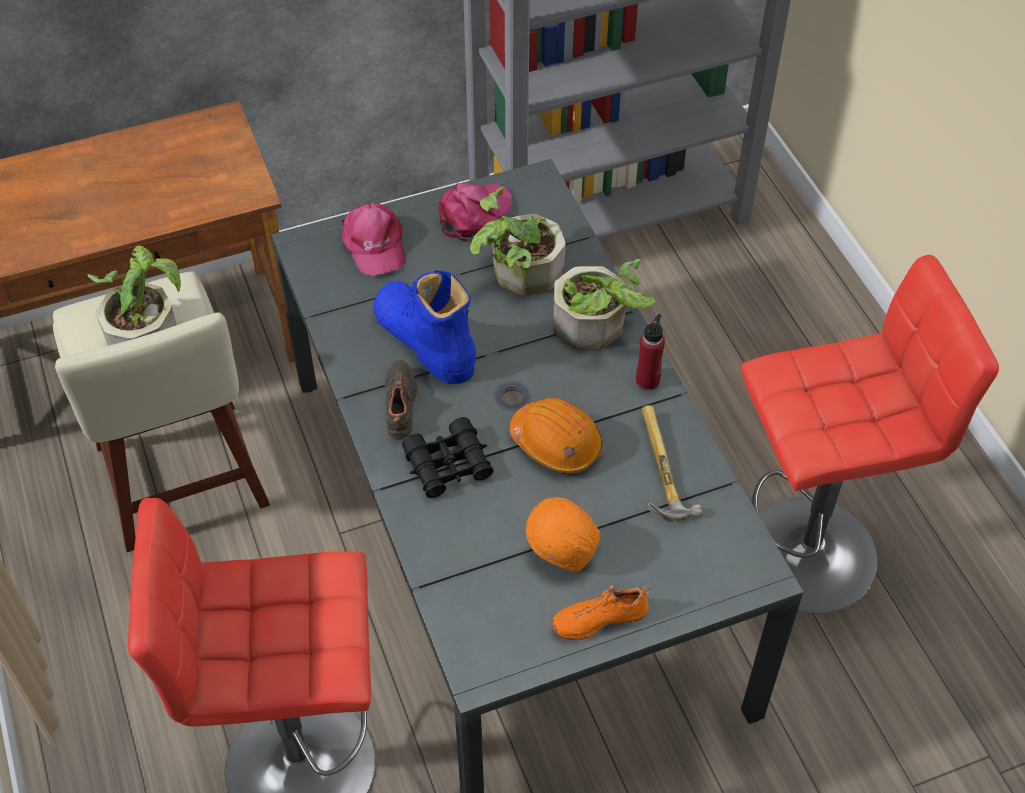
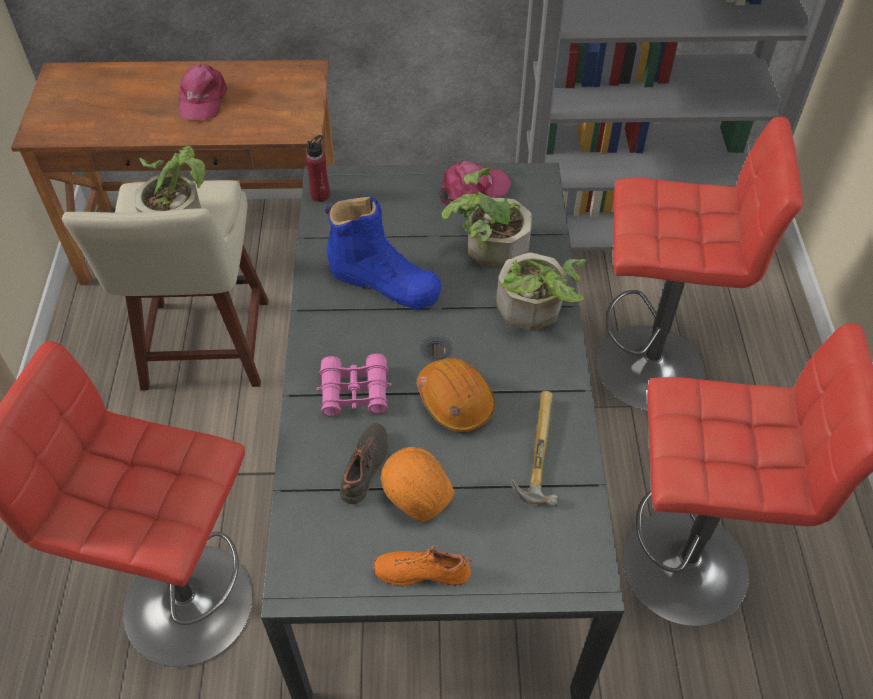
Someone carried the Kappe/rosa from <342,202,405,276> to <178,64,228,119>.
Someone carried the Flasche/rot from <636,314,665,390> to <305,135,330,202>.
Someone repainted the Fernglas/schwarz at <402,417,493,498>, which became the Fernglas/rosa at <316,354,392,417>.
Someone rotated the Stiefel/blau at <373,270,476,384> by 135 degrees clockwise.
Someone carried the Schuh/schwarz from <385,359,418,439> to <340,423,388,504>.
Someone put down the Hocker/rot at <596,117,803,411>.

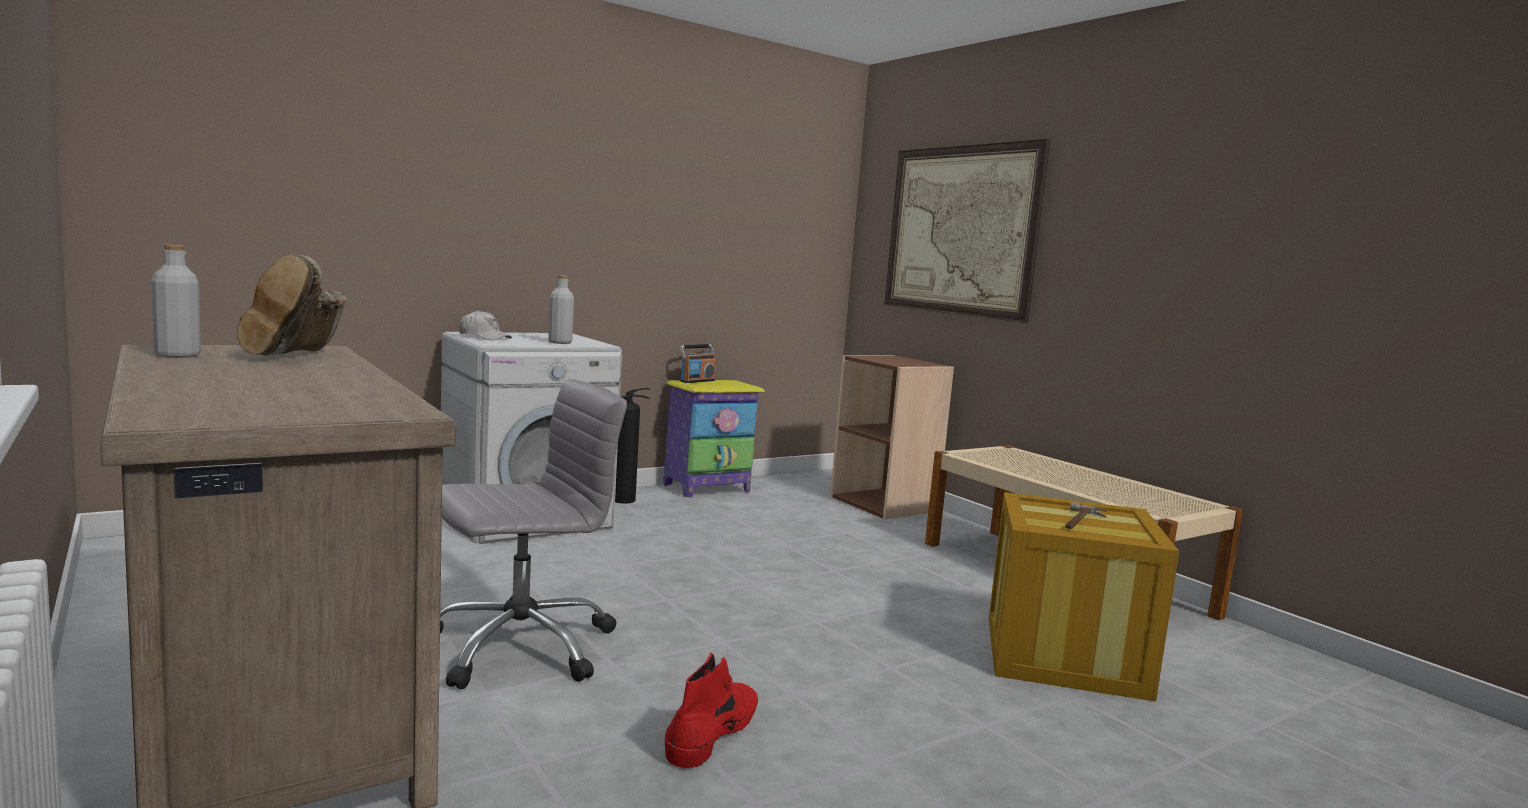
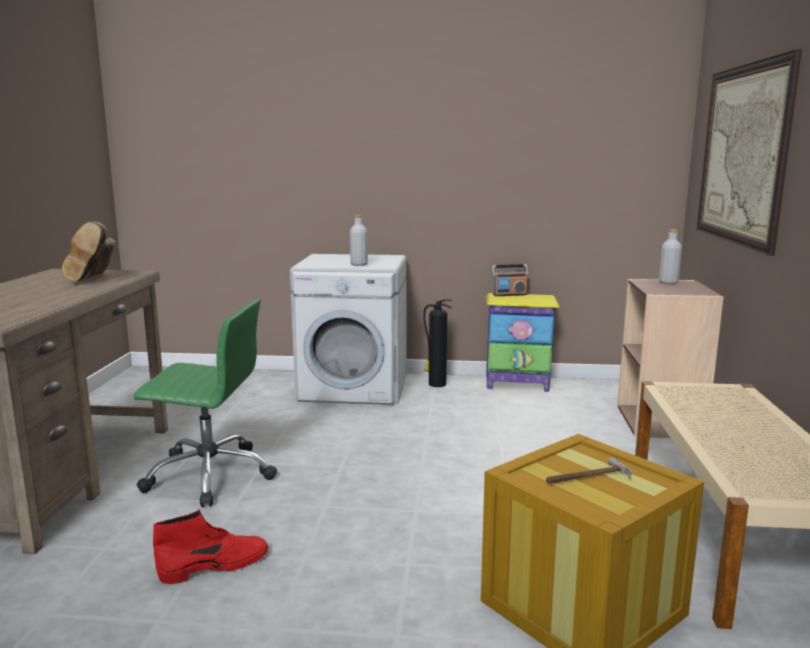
Someone rotated the Stiefel/braun at <237,254,347,355> by 45 degrees counterclockwise.
Someone repainted the Bürostuhl/grau at <440,379,627,689>, which became the Bürostuhl/grün at <134,299,277,507>.
Someone carried the Flasche/grau from <151,245,201,358> to <659,230,682,284>.
Someone took away the Kappe/weiß at <459,310,512,340>.

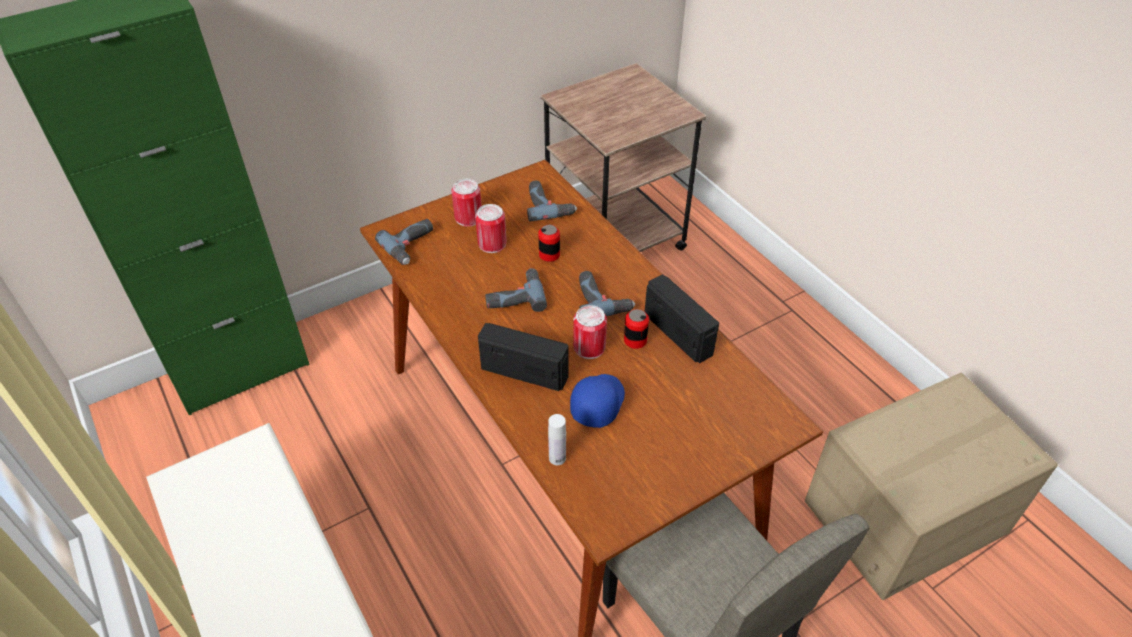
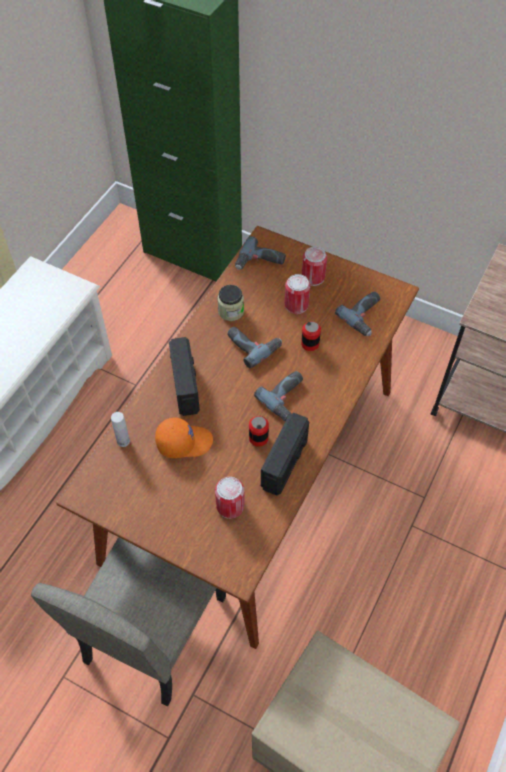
Someone repainted the Kappe/blau at <570,374,625,428>, which became the Kappe/orange at <155,418,213,458>.
Someone carried the Dose from <573,305,607,359> to <215,477,245,519>.
Someone put down the Vorratsglas at <217,285,244,321>.

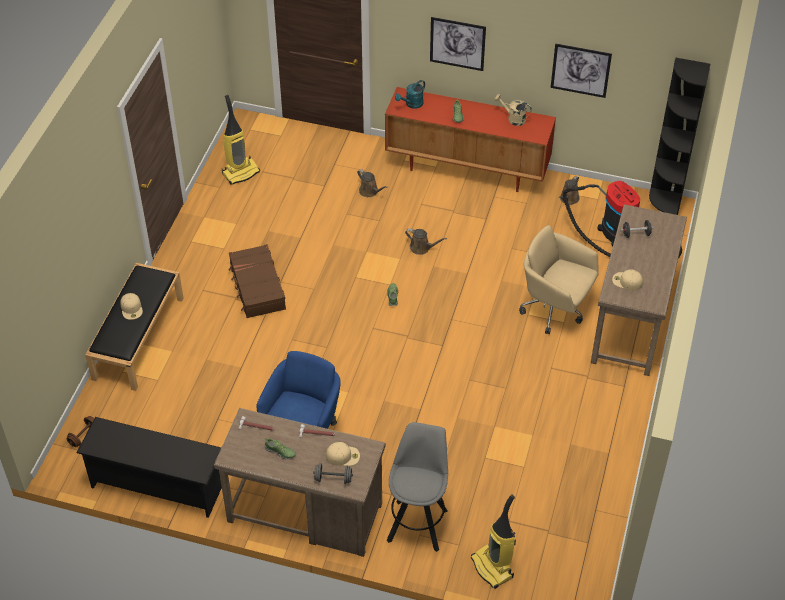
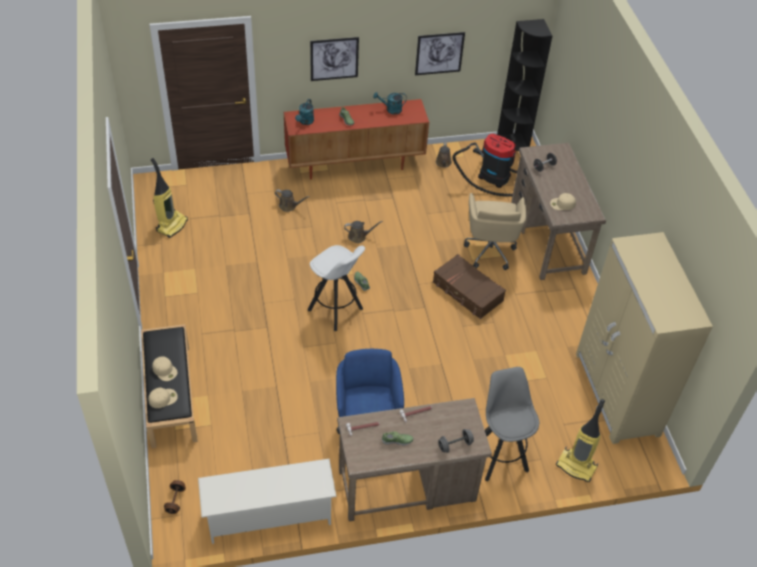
Someone carried the Kappe/beige from <326,442,360,466> to <148,387,178,408>.
Someone repainted the Schuhregal/schwarz at <76,417,222,518>, which became the Schuhregal/weiß at <198,459,337,544>.
Someone put down the Hocker/weiß at <308,245,365,331>.
Someone repainted the Gießkanne/beige at <494,94,532,126>, which became the Gießkanne/türkis at <373,92,407,114>.
Someone carried the Koffer/braun from <228,244,286,318> to <433,254,506,319>.
Someone rotated the Bürostuhl/beige at <519,225,599,334> by 90 degrees counterclockwise.
Someone put down the Schrank/beige at <576,232,713,444>.

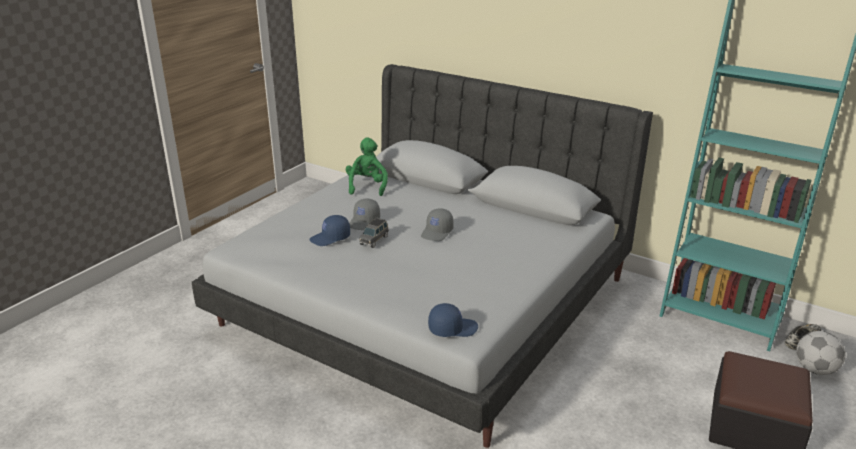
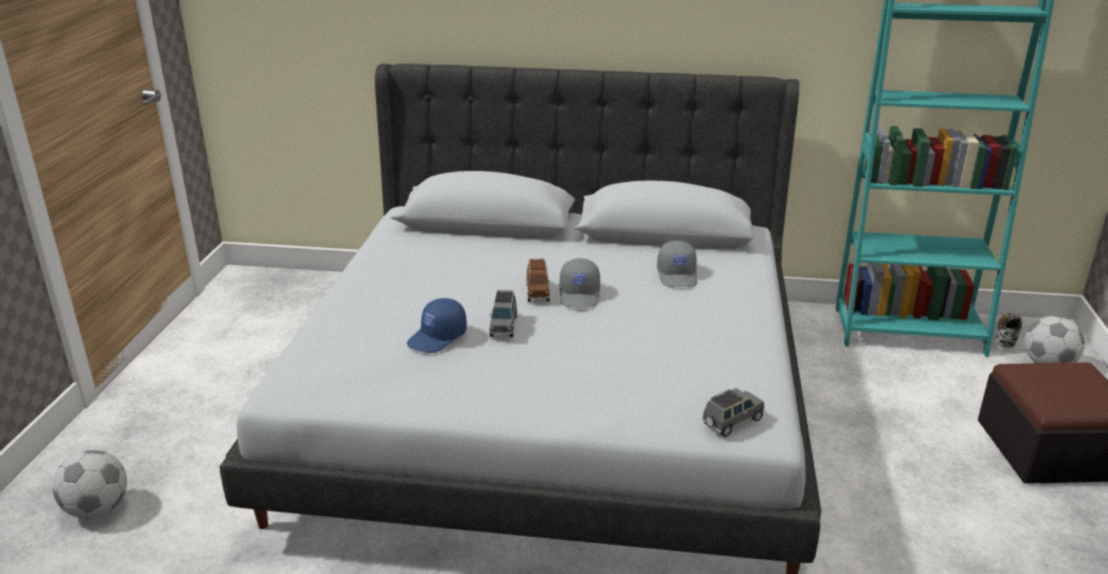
Someone put down the Fußball at <53,450,127,518>.
Someone put down the Spielzeugauto/braun at <526,259,550,302>.
Someone carried the Kappe/grau from <349,199,380,230> to <657,241,697,287>.
Someone swapped the Kappe/blau at <428,303,478,337> for the Spielzeugauto/grau at <703,388,764,437>.
Someone took away the Plüschtier/grün at <346,138,388,196>.

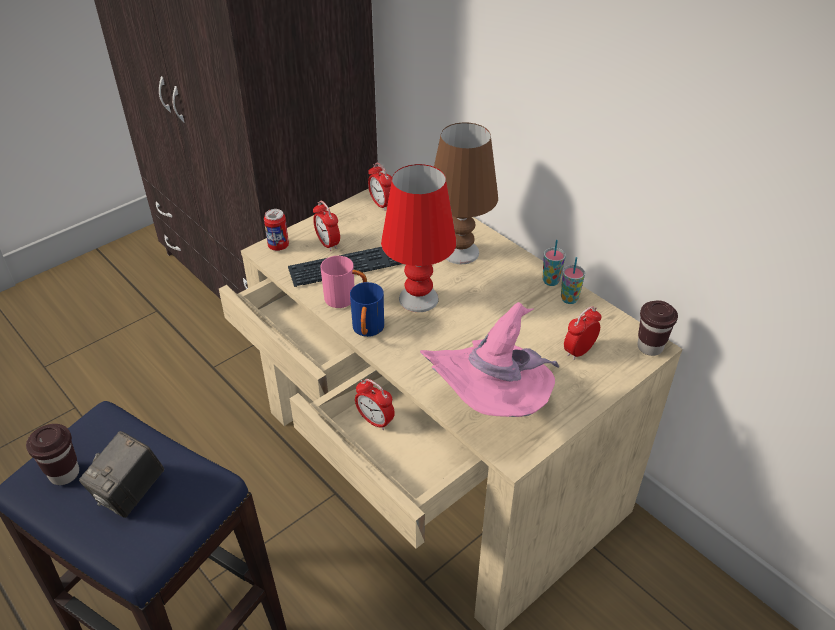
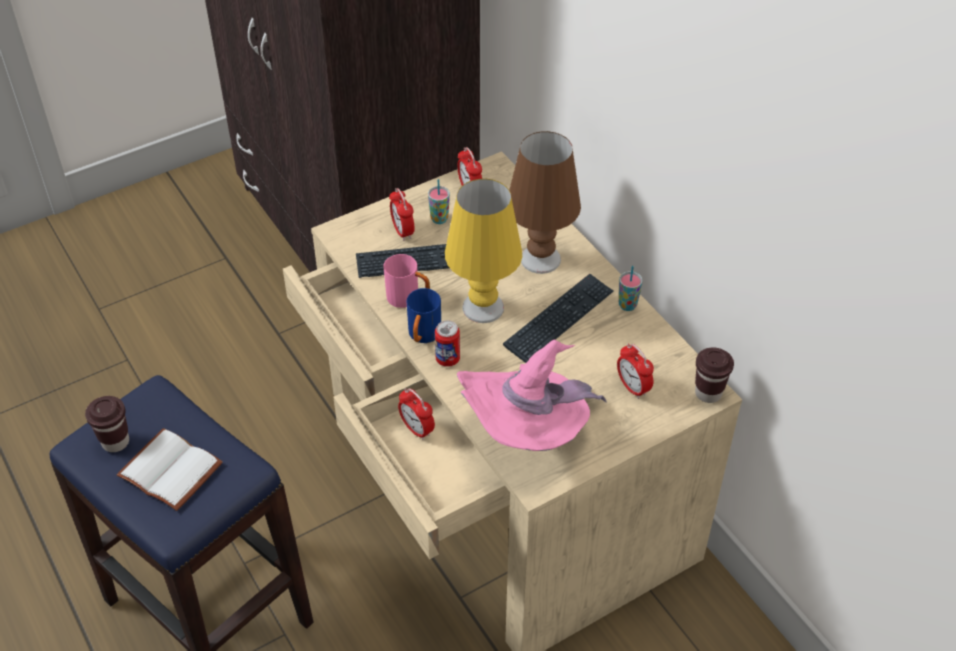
Someone swapped the Kamera at <79,431,164,518> for the Buch/weiß at <117,428,223,511>.
Someone carried the Tasse from <561,257,585,304> to <428,179,450,224>.
Someone carried the Dose from <264,209,289,251> to <435,321,460,367>.
Someone repainted the Tischlampe/rot at <381,164,456,312>, which became the Tischlampe/gelb at <445,179,522,323>.
Someone put down the Tastatur at <503,274,614,363>.
Someone rotated the Wecker at <564,306,601,360> by 90 degrees counterclockwise.

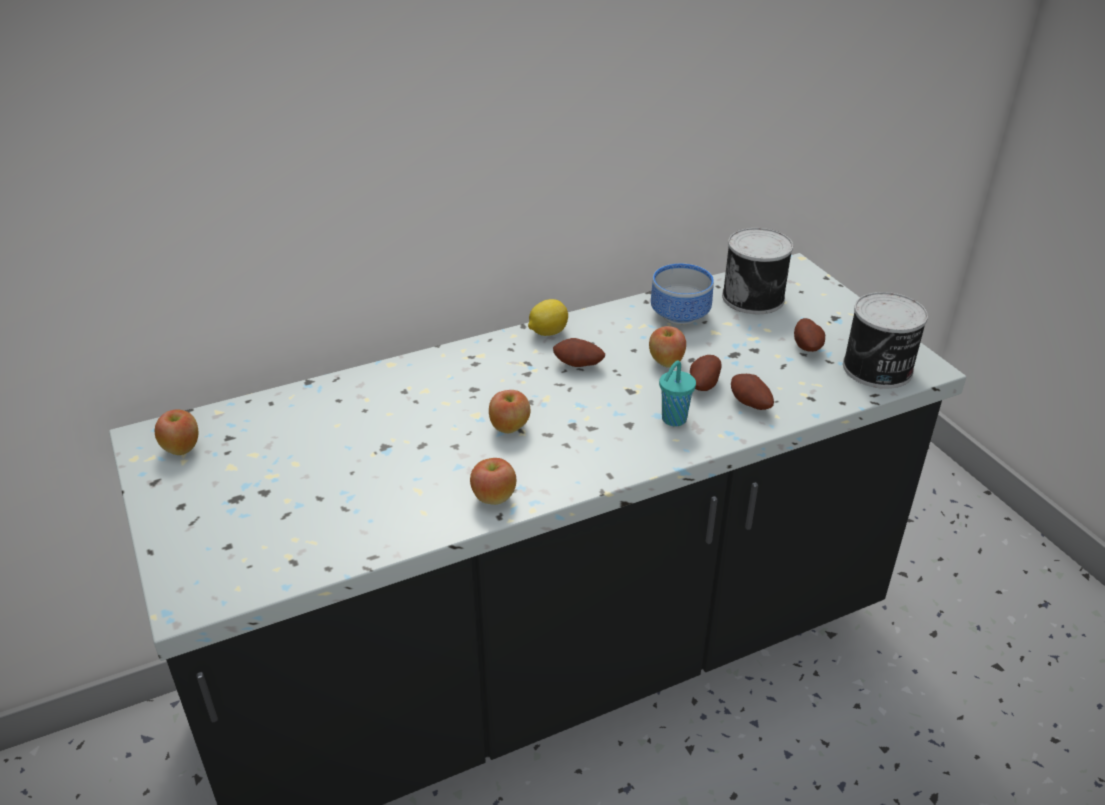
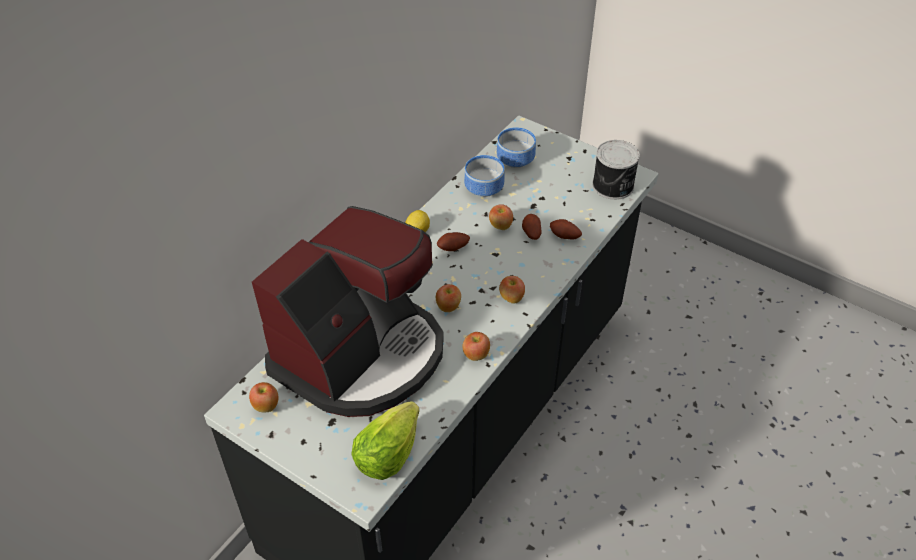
Someone put down the Kaffeemaschine at <252,206,444,417>.
Someone put down the Salatkopf at <351,401,420,480>.
Someone swapped the Dose at <722,228,793,314> for the Schüssel at <497,127,536,168>.
Someone put down the Apfel at <499,276,525,304>.
Someone took away the Tasse/türkis at <659,361,696,426>.
Someone took away the Kartoffel at <794,318,825,352>.

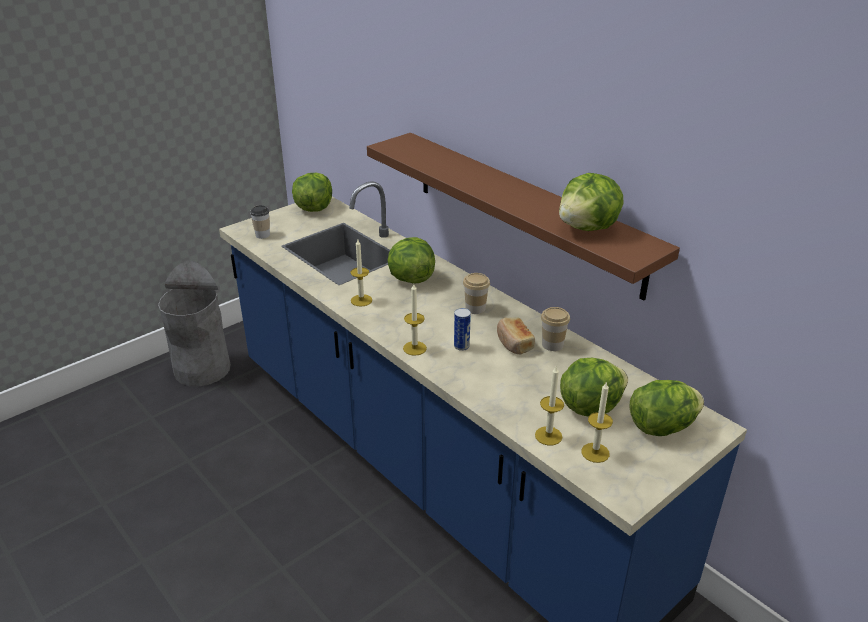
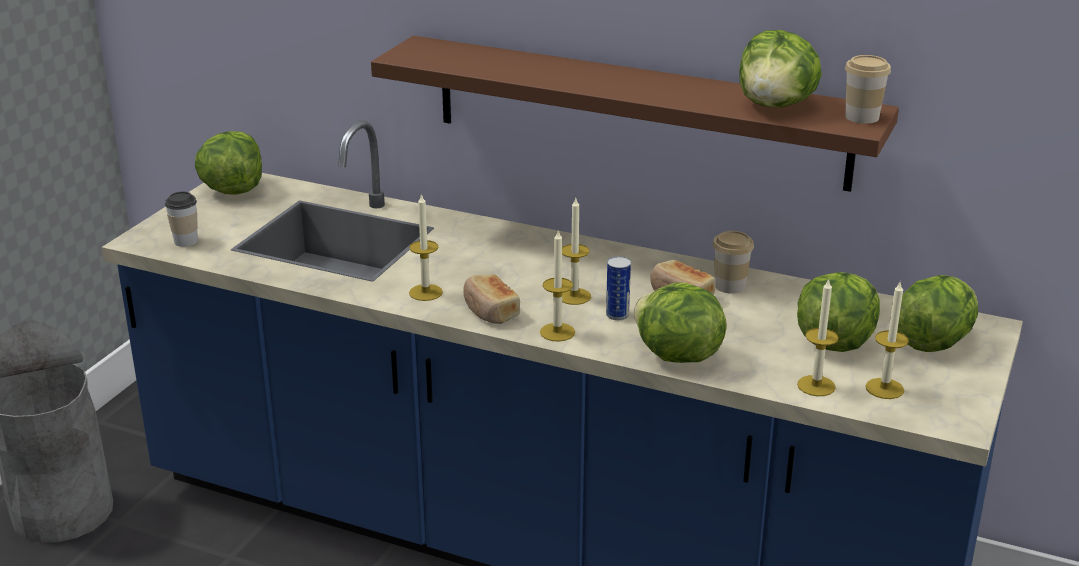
Someone put down the Brot at <463,274,520,324>.
Someone put down the Kerze at <562,198,591,305>.
Someone carried the Salatkopf from <388,237,435,284> to <634,282,727,363>.
Someone carried the Tasse from <463,273,490,314> to <845,55,891,124>.

